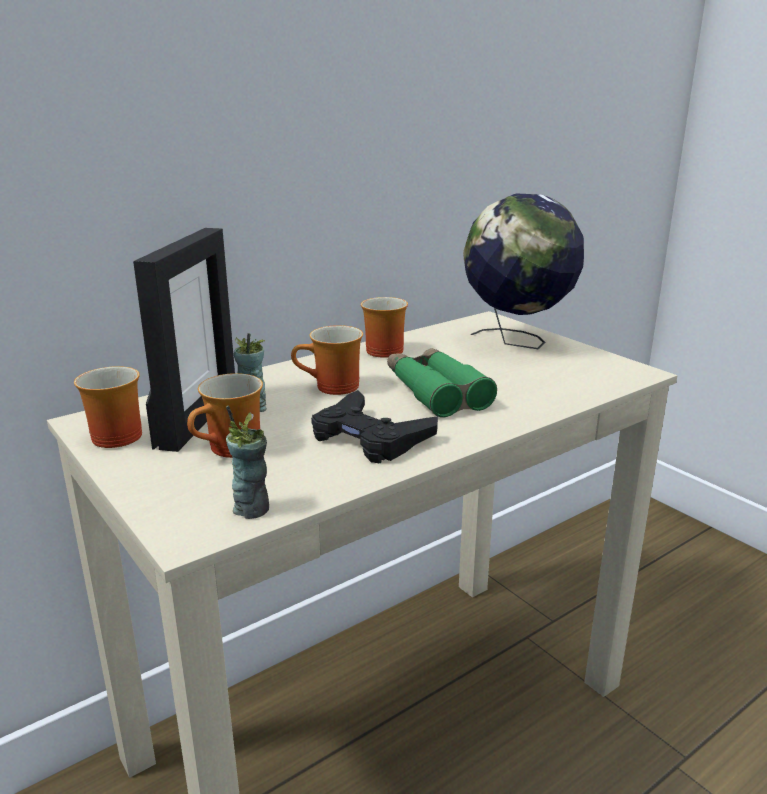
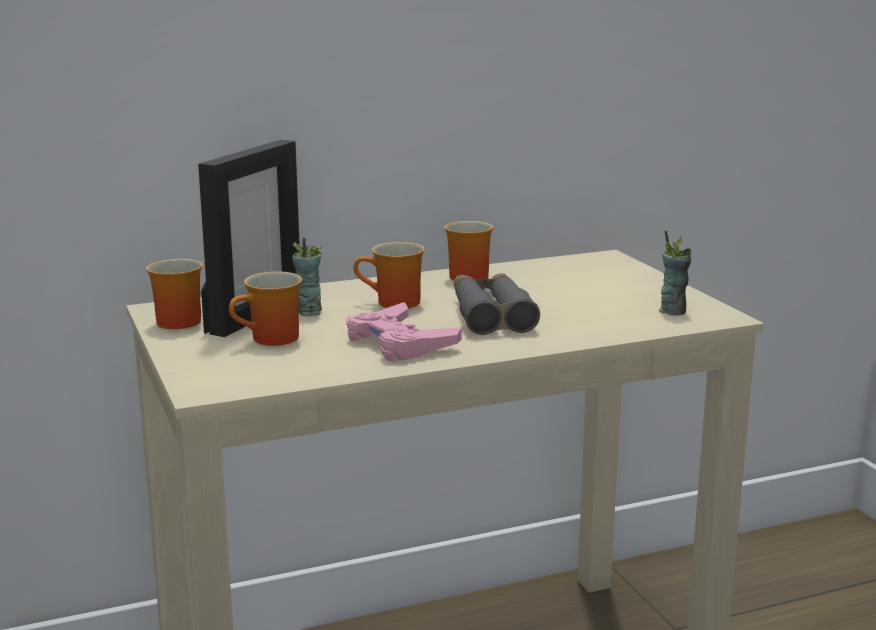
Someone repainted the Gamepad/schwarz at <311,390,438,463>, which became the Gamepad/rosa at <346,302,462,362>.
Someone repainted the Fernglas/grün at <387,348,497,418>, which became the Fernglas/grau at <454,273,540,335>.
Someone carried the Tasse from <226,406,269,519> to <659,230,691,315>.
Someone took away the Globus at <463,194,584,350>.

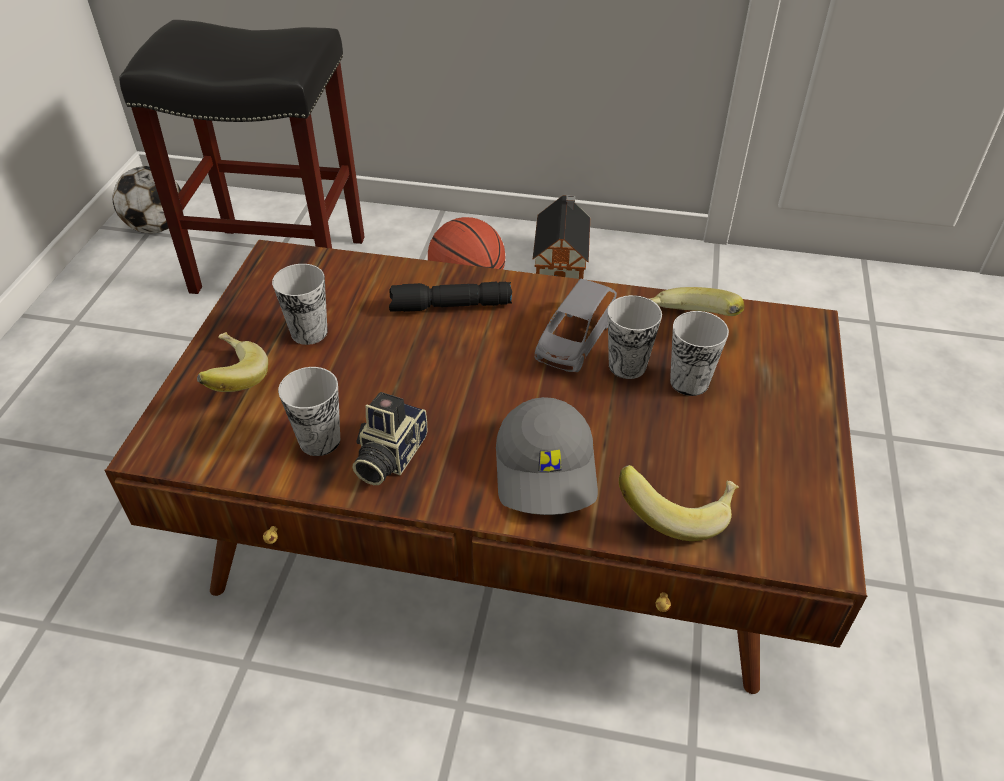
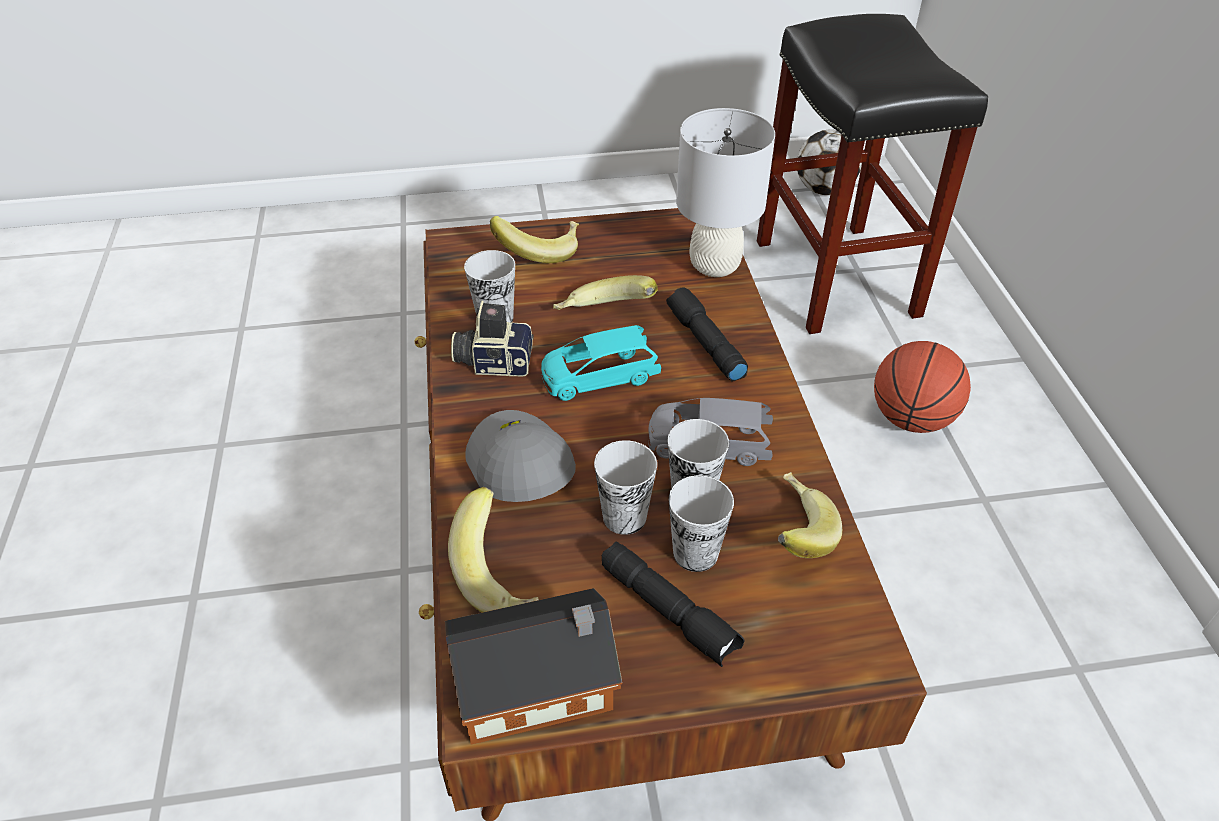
Someone carried the Spielzeughaus from <533,195,590,279> to <445,588,622,745>.
Someone rotated the Kappe/grau at <496,397,598,515> by 90 degrees clockwise.
Someone put down the Spielzeugauto/türkis at <541,325,661,401>.
Someone put down the Banane at <553,275,658,310>.
Someone carried the Tasse from <272,264,328,345> to <594,440,657,535>.
Someone put down the Taschenlampe/schwarz at <602,541,744,667>.
Someone put down the Tischlampe/grau at <676,108,775,277>.

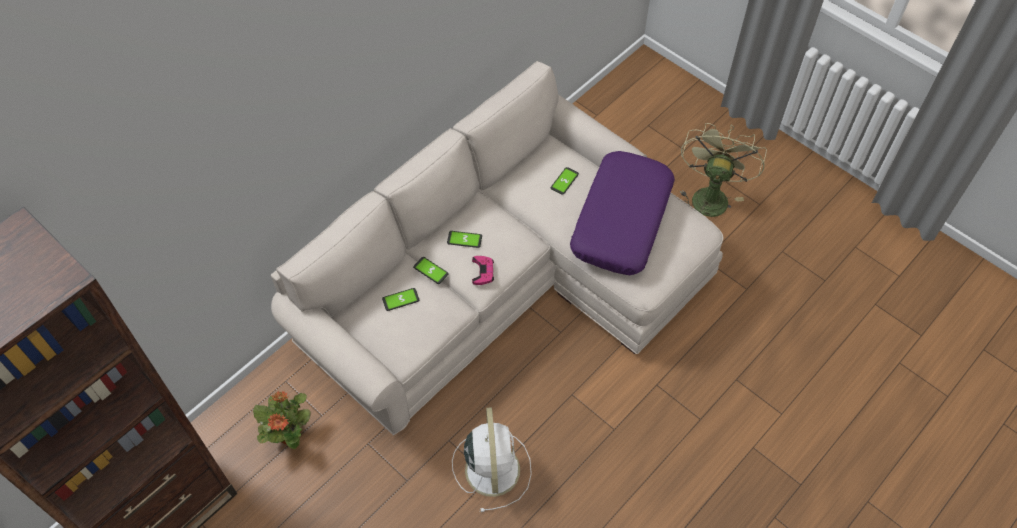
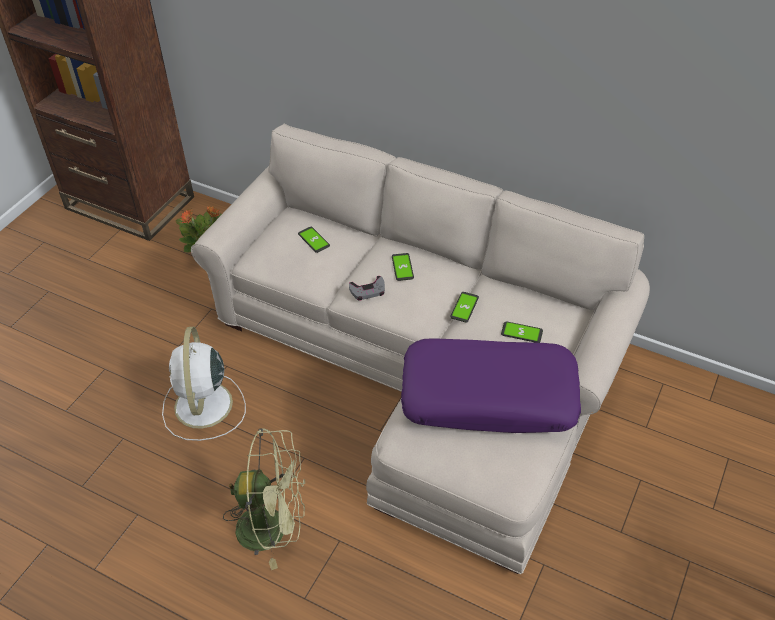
Someone rotated the Ventilator/weiß at <452,407,532,512> by 105 degrees clockwise.
Someone carried the Ventilator/grün from <680,123,767,217> to <223,428,305,570>.
Someone repainted the Gamepad/rosa at <472,256,494,285>, which became the Gamepad/grau at <349,276,385,301>.
Someone carried the Handy from <413,257,449,284> to <450,292,479,322>.

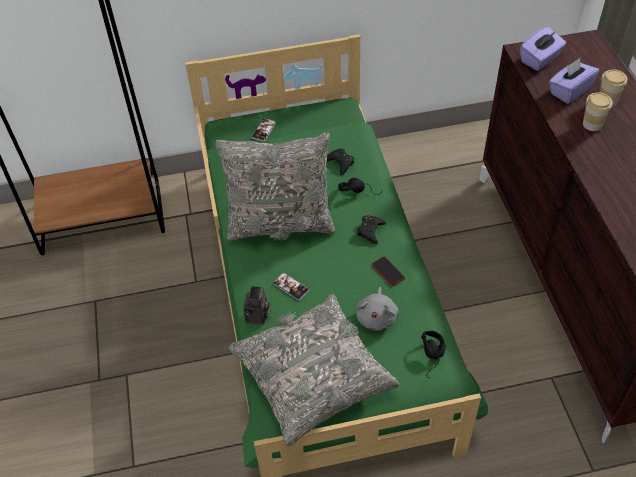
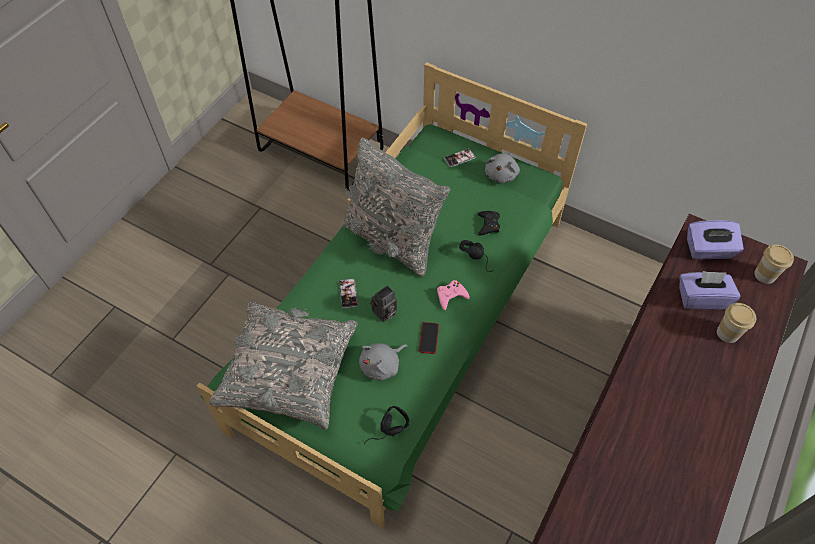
Someone carried the Kamera from <243,286,271,325> to <370,285,397,322>.
Someone repainted the Gamepad/schwarz at <357,216,386,244>, which became the Gamepad/rosa at <437,280,470,310>.
Someone put down the Plüschtier/grau at <485,152,520,183>.
Someone carried the Tasse from <583,92,612,131> to <755,245,794,284>.

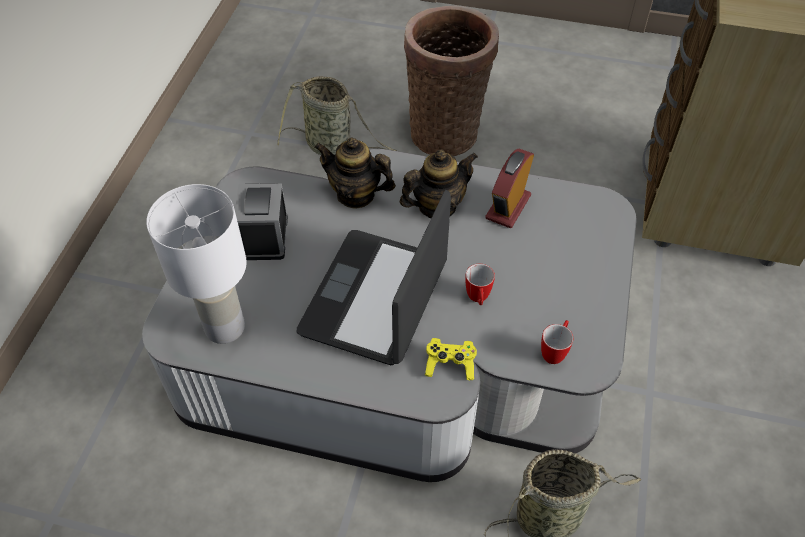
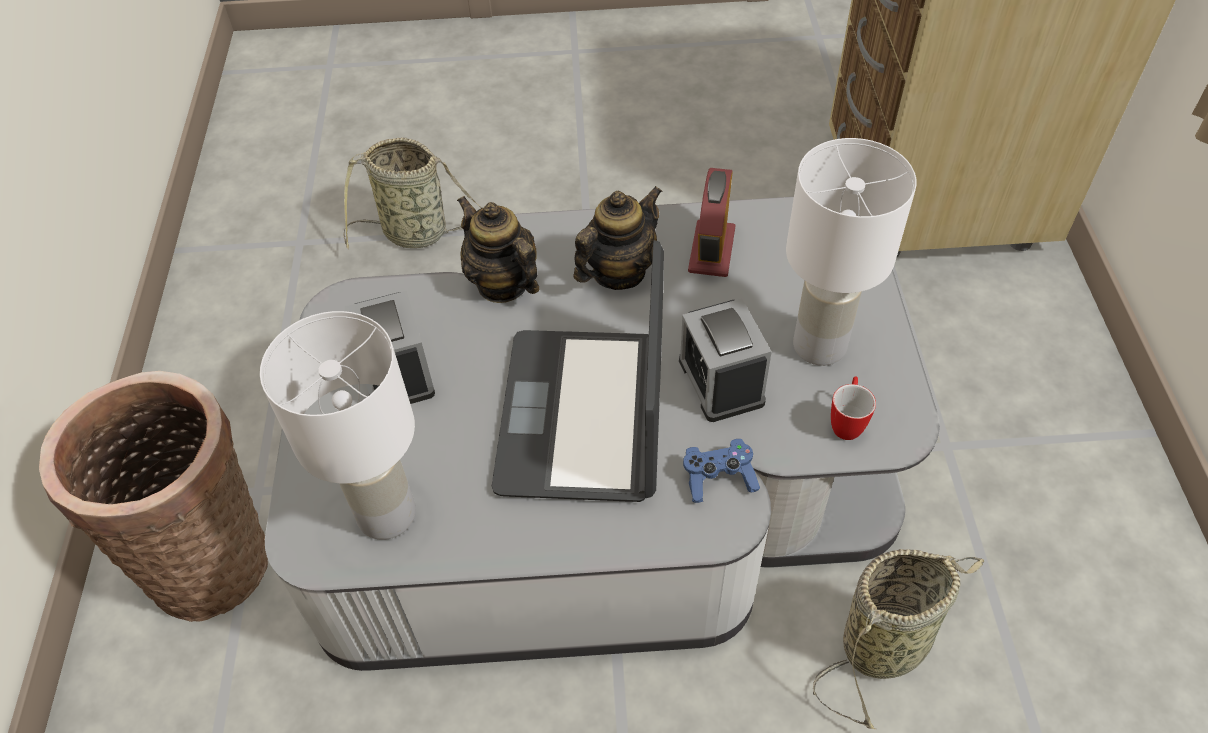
Someone carried the Korb from <404,6,499,156> to <39,371,268,622>.
Someone rotated the Teekanne at <314,137,396,209> by 45 degrees clockwise.
Someone swapped the Henkelbecher at <465,264,495,305> for the Wecker at <679,298,772,422>.
Someone repainted the Gamepad/gelb at <425,338,477,380>, which became the Gamepad/blau at <683,439,760,503>.
Someone put down the Tischlampe/weiß at <786,138,917,366>.

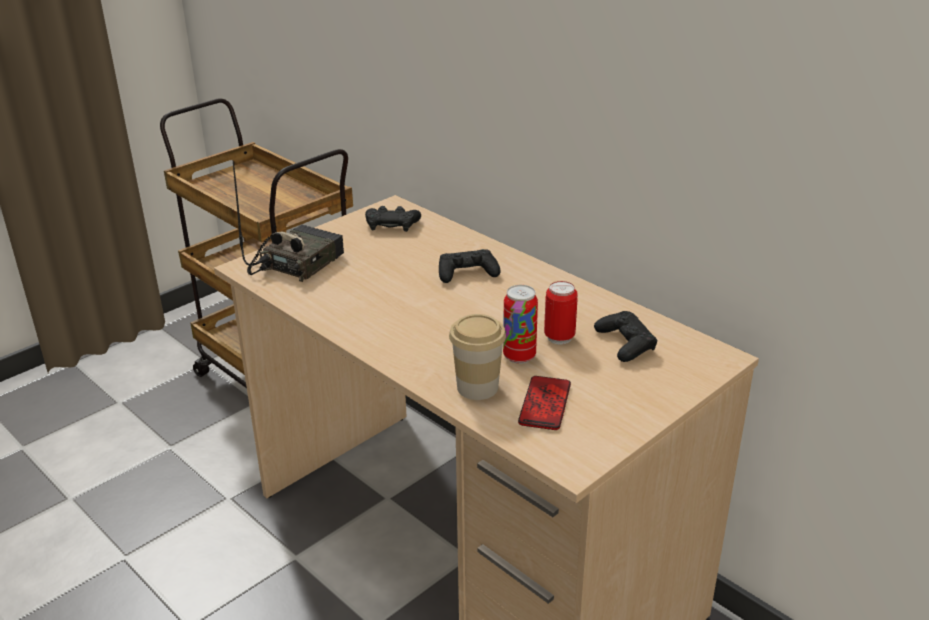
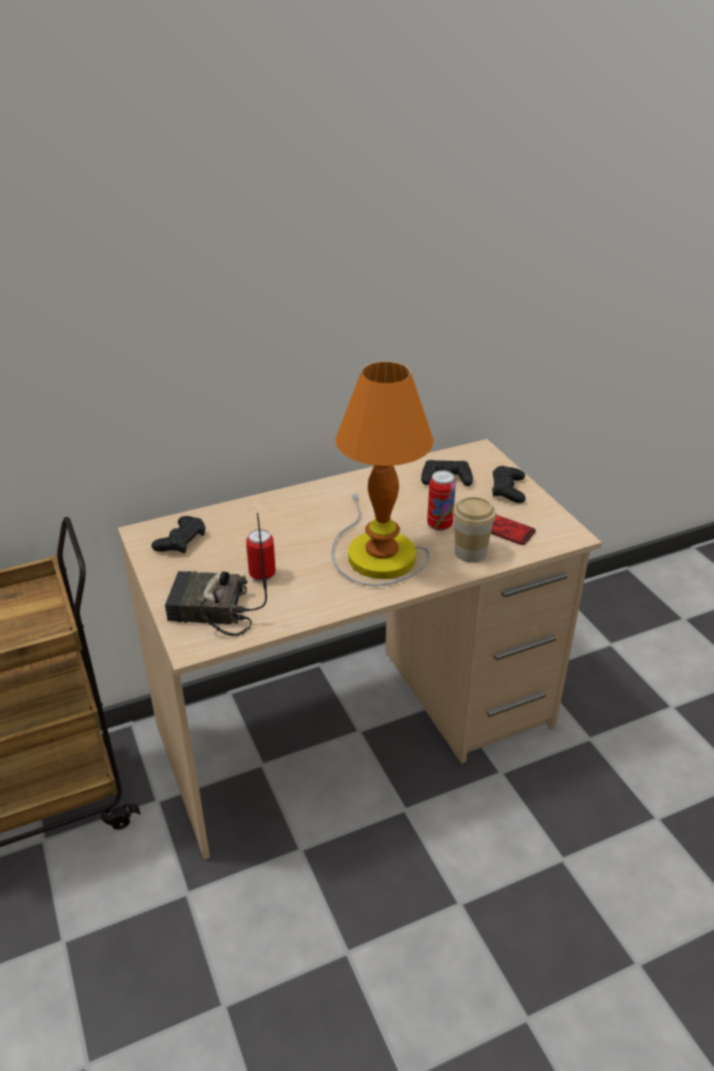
Someone rotated the Radio at <233,162,344,282> by 45 degrees counterclockwise.
Someone carried the Dose from <544,281,578,344> to <246,529,276,583>.
Someone put down the Tischlampe at <331,361,434,586>.
Someone carried the Gamepad/schwarz from <439,249,501,283> to <492,466,526,503>.

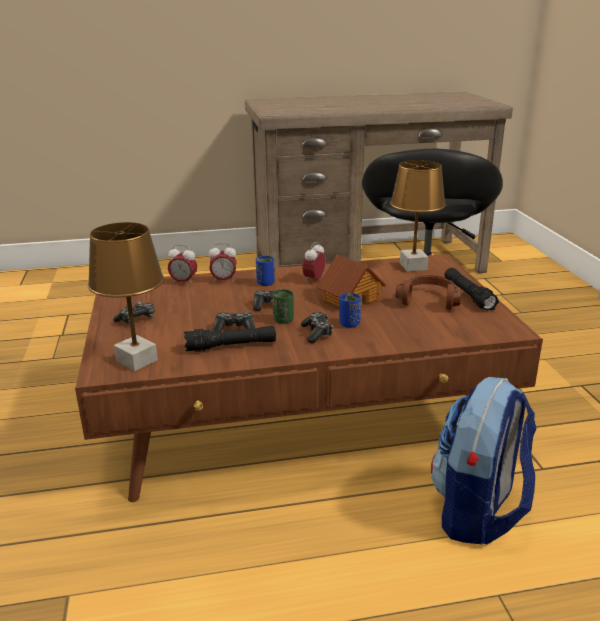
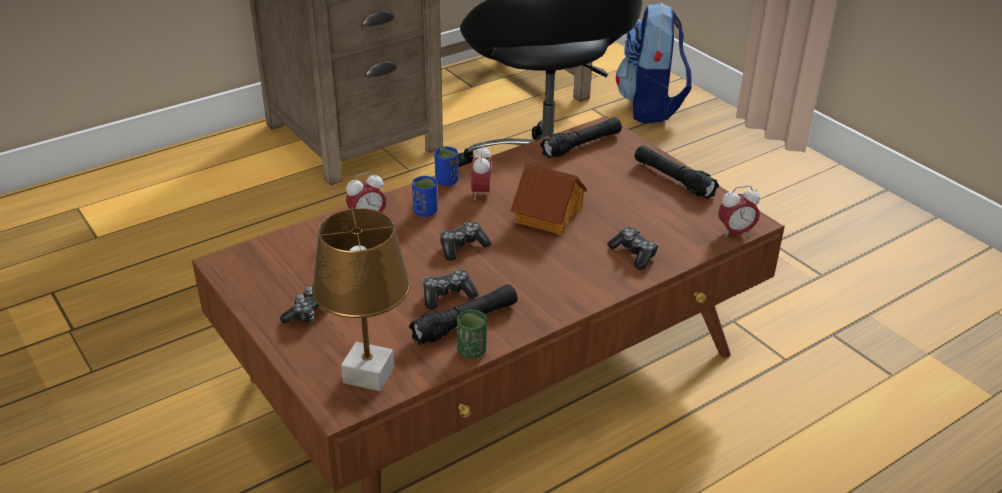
Someone carried the Tasse/blau from <339,293,361,328> to <434,146,459,186>.
Someone carried the Tasse/grün from <273,289,294,324> to <457,309,487,359>.
Someone swapped the Tischlampe/braun at <390,160,446,272> for the Taschenlampe/schwarz at <540,117,622,158>.
Someone carried the Gamepad from <301,312,333,343> to <607,227,658,270>.
Someone carried the Rucksack from <431,377,537,545> to <616,3,692,123>.
Someone carried the Wecker from <168,245,197,285> to <718,186,760,238>.
Someone took away the Kopfhörer/braun at <396,275,461,310>.

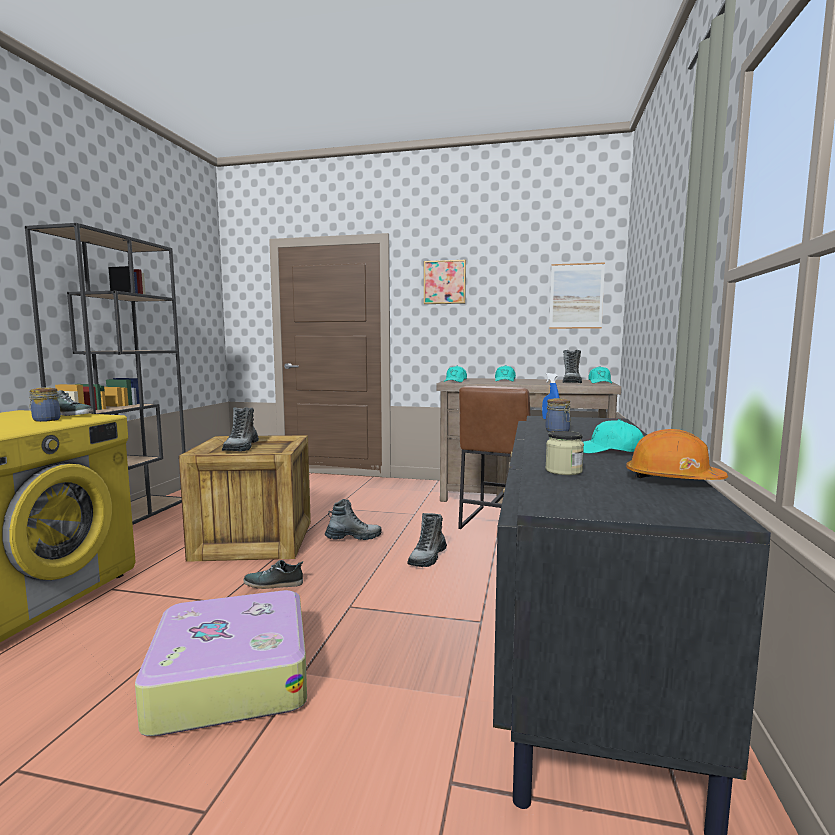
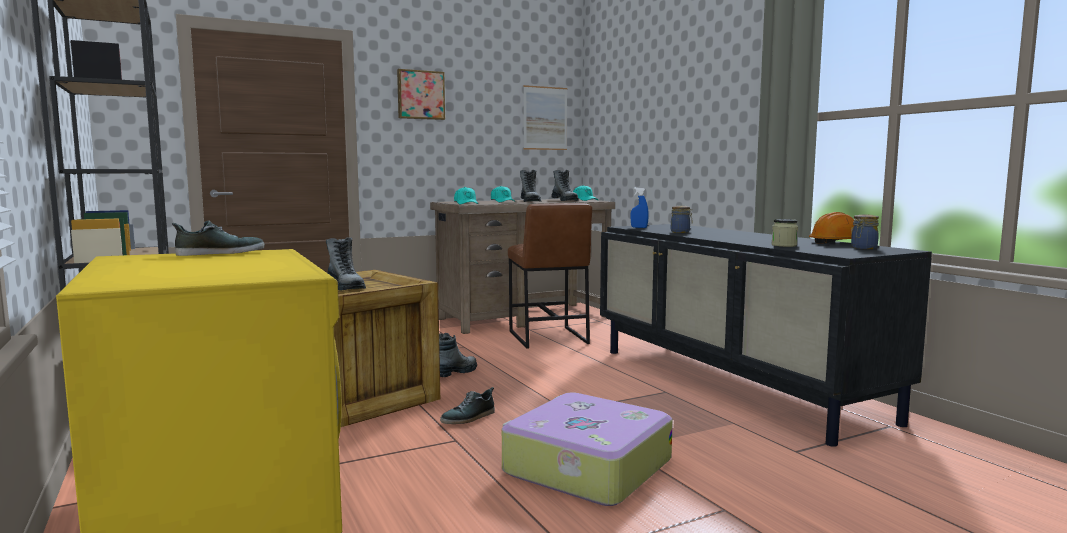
Someone carried the Stiefel from <407,513,447,567> to <520,170,541,202>.
Someone carried the Vorratsglas from <29,387,61,422> to <851,214,879,249>.
Someone took away the Kappe/türkis at <583,419,644,453>.

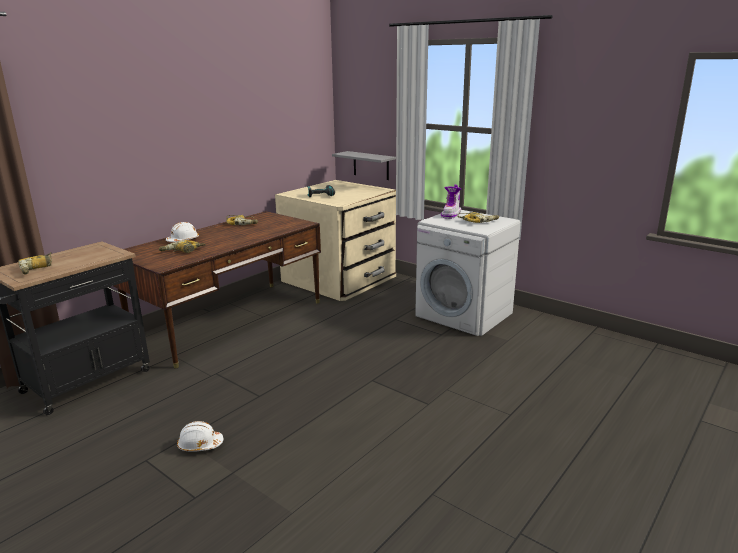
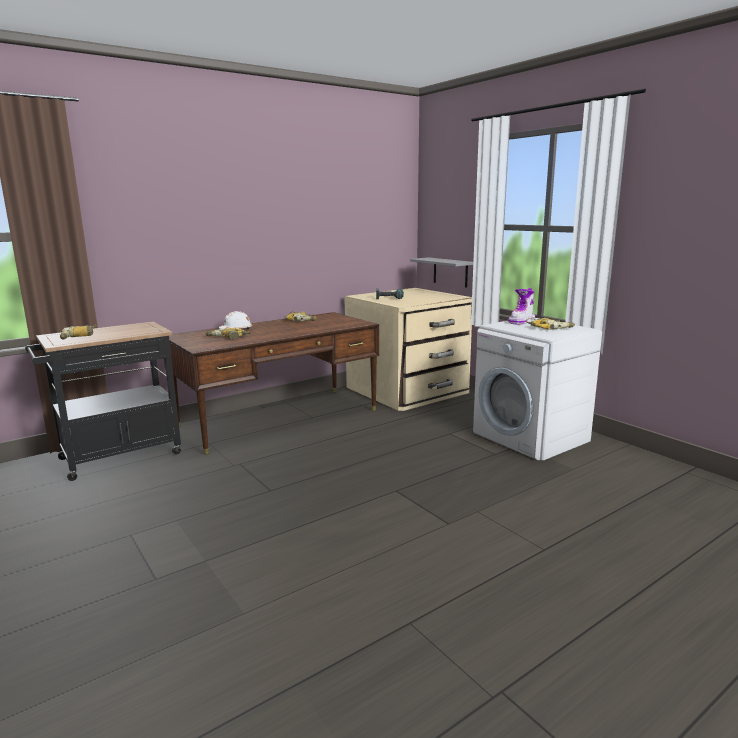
Someone took away the Schutzhelm/weiß at <177,421,224,452>.

